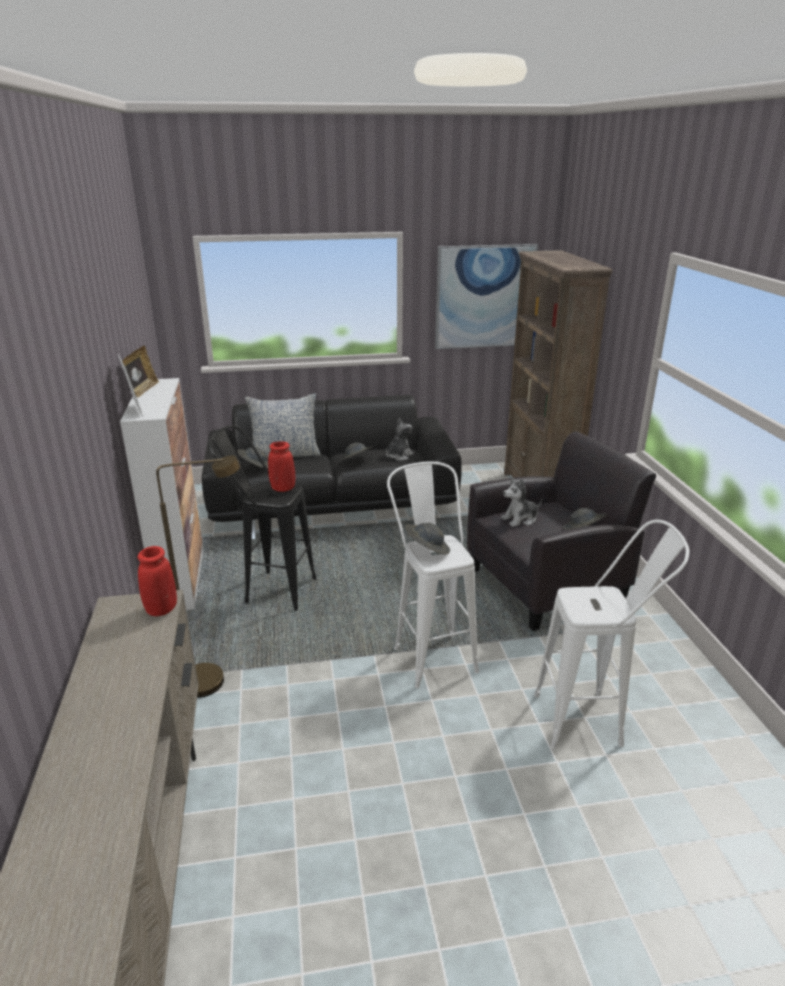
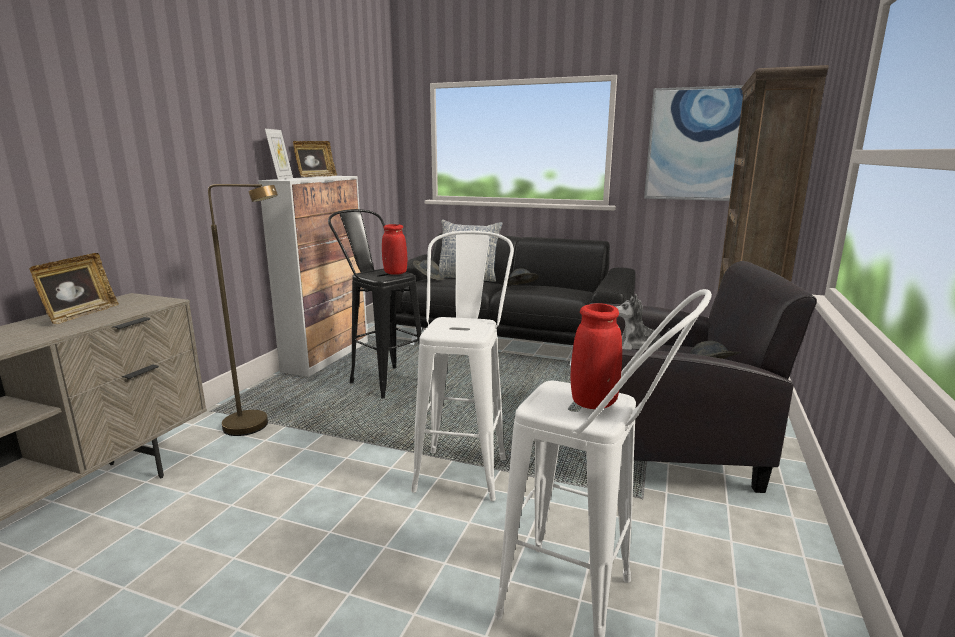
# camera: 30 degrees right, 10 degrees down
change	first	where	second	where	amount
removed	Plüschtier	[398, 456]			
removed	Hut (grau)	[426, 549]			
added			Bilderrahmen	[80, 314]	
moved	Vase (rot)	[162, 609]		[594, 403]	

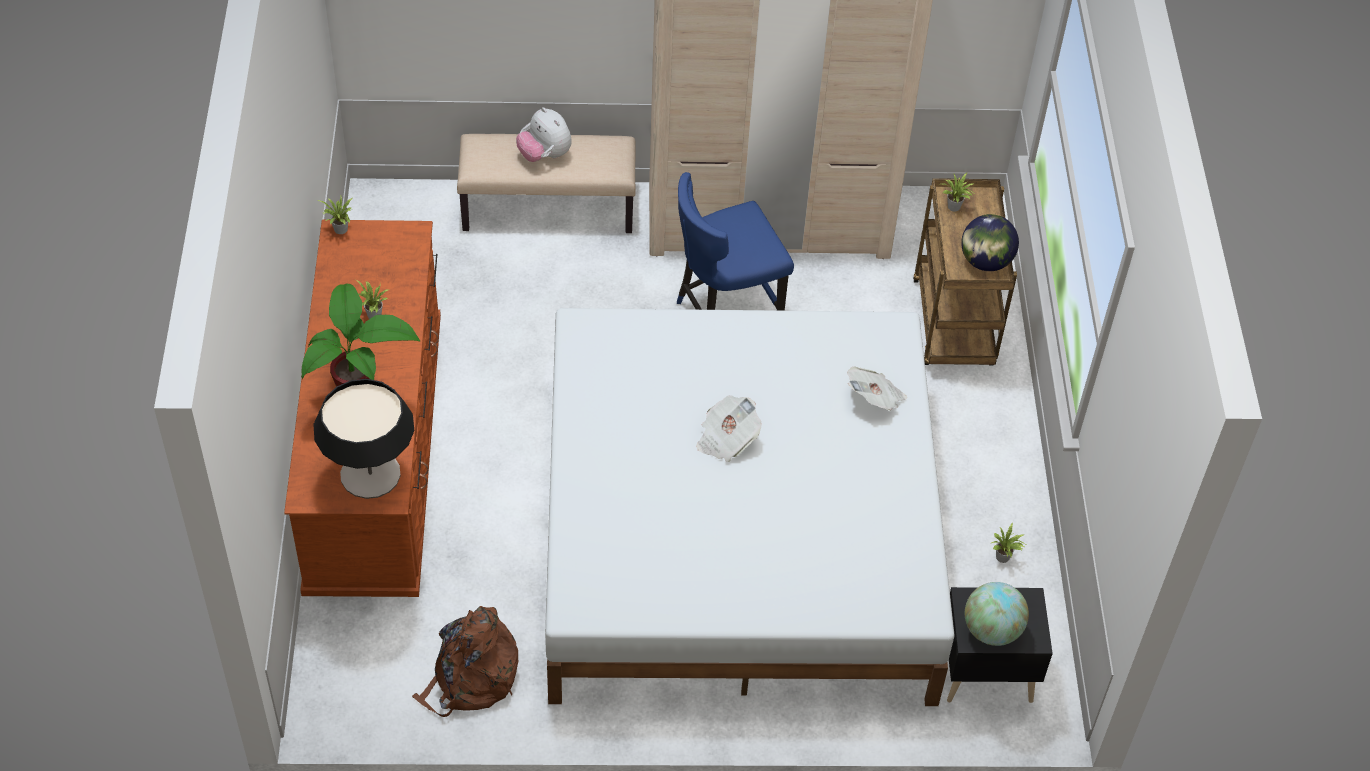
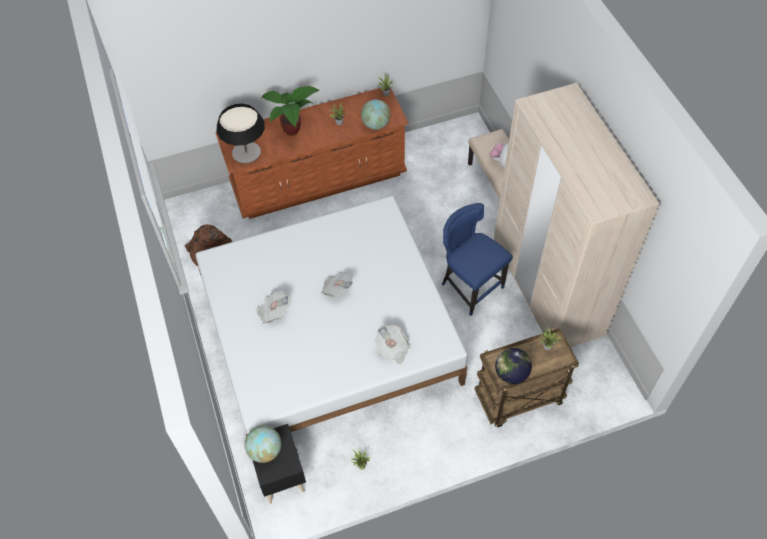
# camera: 75 degrees right, 5 degrees up
change	first	where	second	where	amount
added			Zeitung	[273, 312]	
added			Globus	[376, 124]	

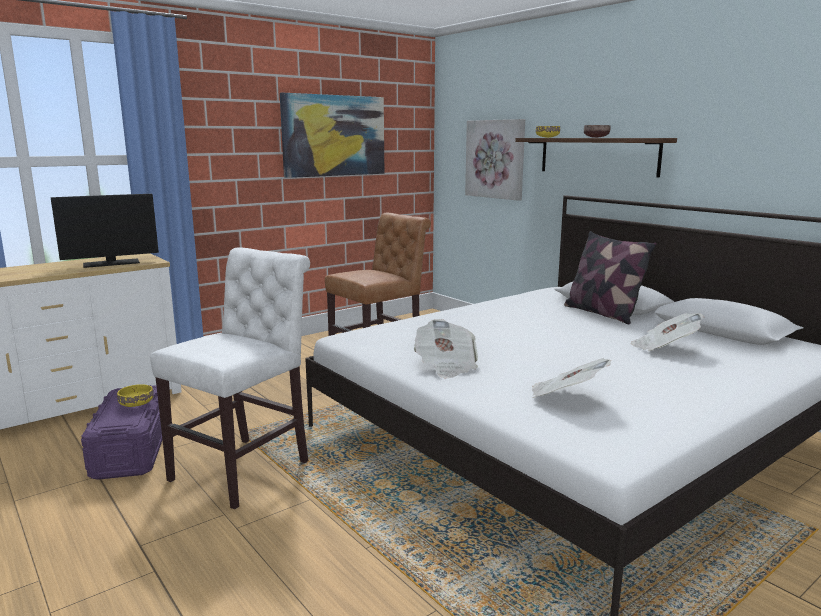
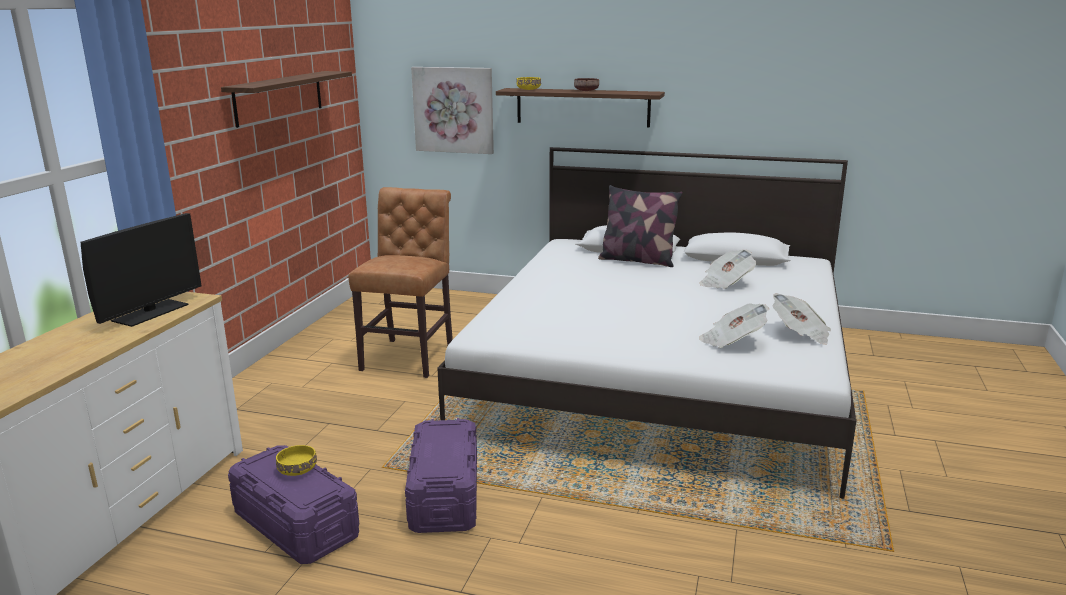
# camera: 35 degrees left, 5 degrees up
change	first	where	second	where	amount
moved	Zeitung	[446, 366]		[800, 334]	
replaced	Stuhl (weiß)	[246, 468]	Aufbewahrungsbox (lila)	[445, 495]	
replaced	Bild	[334, 135]	Wandregal	[279, 97]	

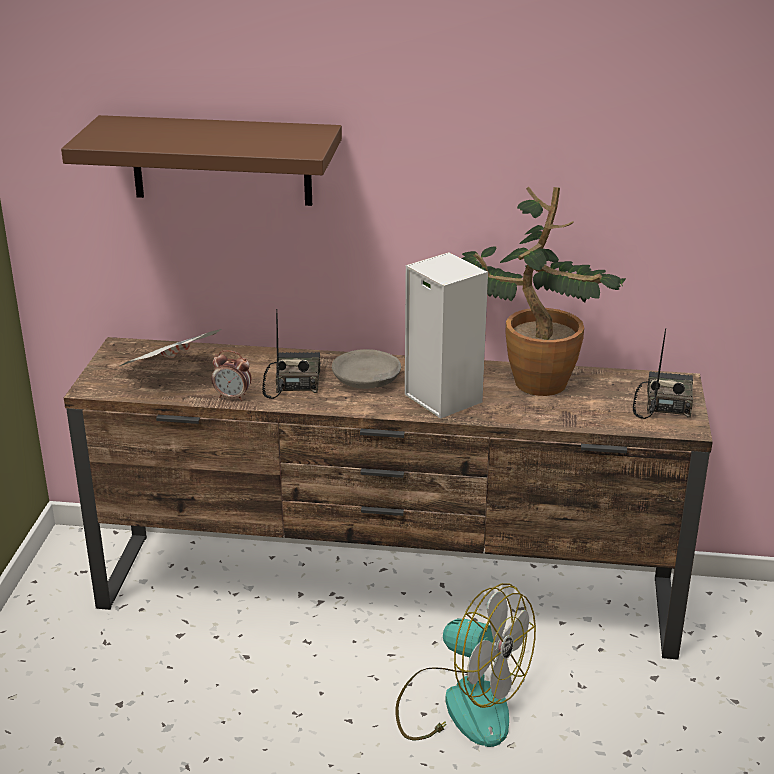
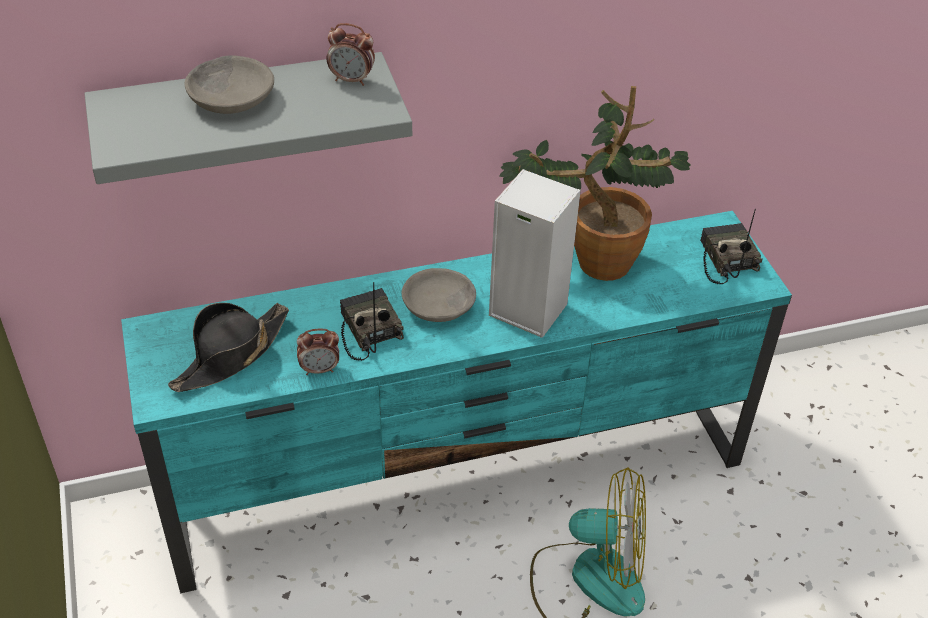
# camera: 25 degrees left, 15 degrees up
change	first	where	second	where	amount
added			Schüssel (grau)	[231, 97]	
added			Wecker	[352, 80]	
replaced	Zeitung	[171, 374]	Hut (schwarz)	[231, 355]	
recoloured	Wandregal (braun)	[221, 160]	Wandregal (grau)	[242, 113]	
recoloured	Fernsehschrank (braun)	[389, 595]	Fernsehschrank (türkis)	[460, 478]	

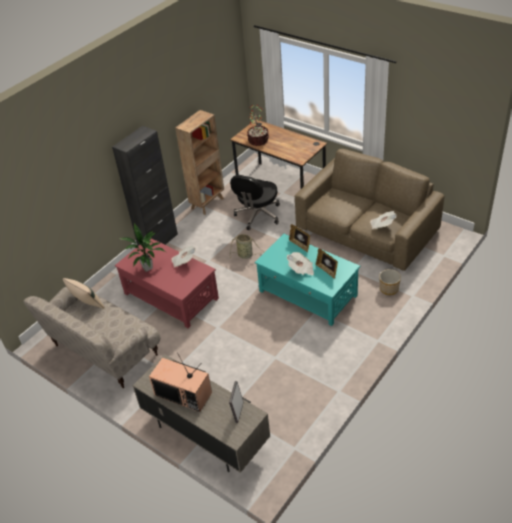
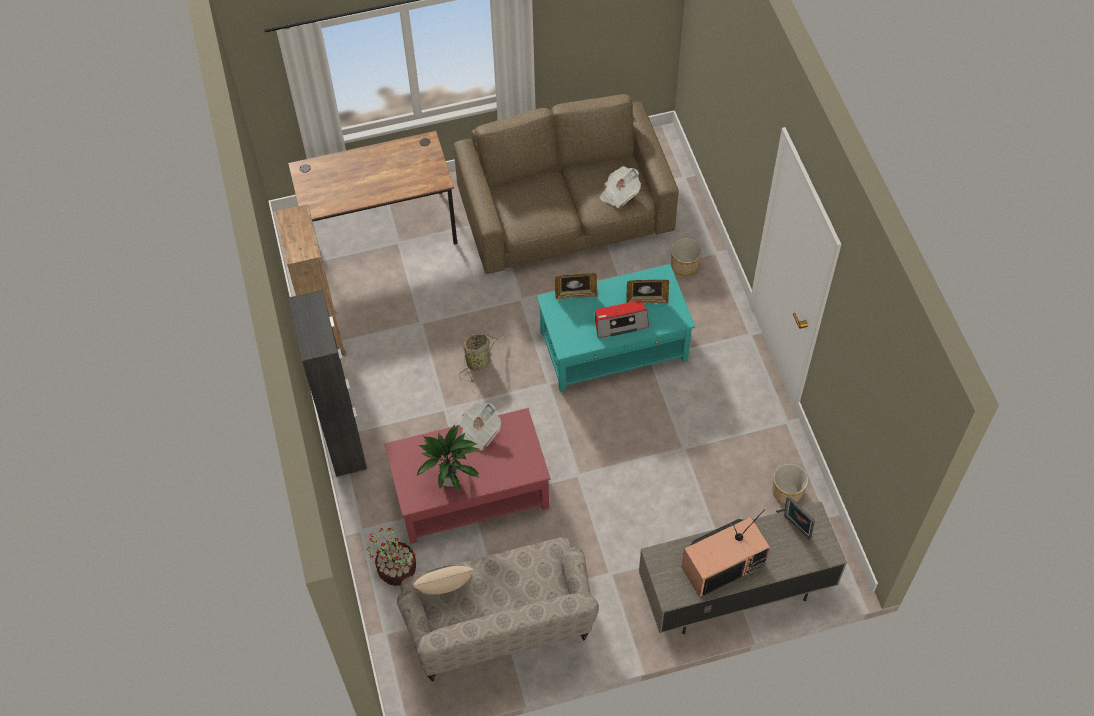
# camera: 55 degrees left, 15 degrees up
change	first	where	second	where	amount
removed	Bürostuhl (schwarz)	[257, 215]			
added			Pflanzkübel	[786, 492]	
moved	Topfpflanze	[258, 140]		[395, 568]	
replaced	Zeitung	[301, 269]	Radio	[620, 323]	

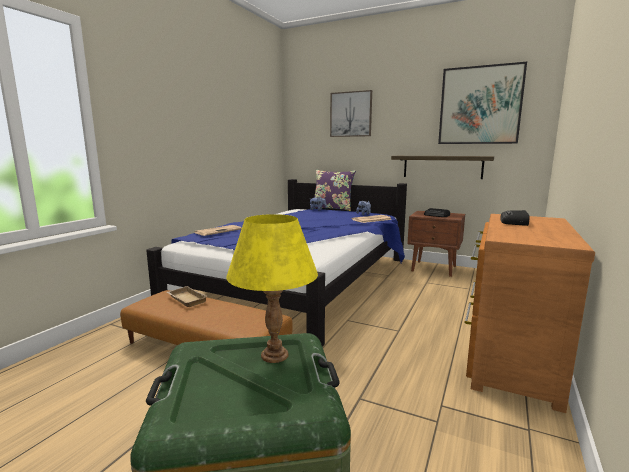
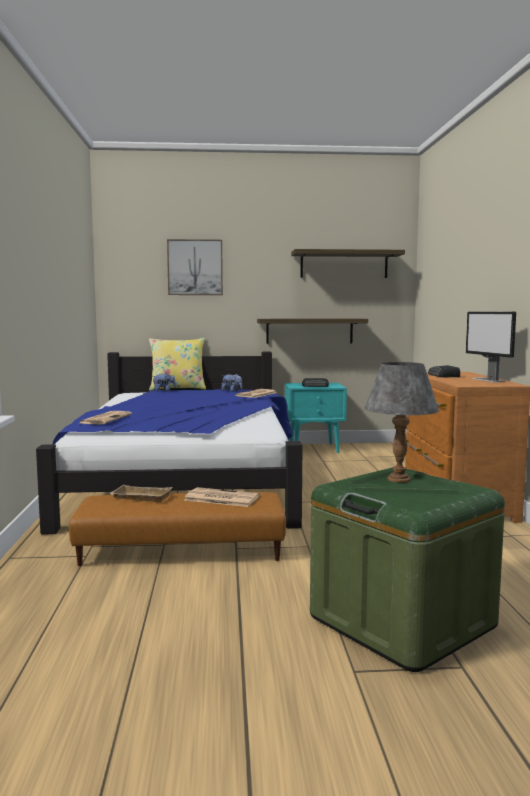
# camera: 30 degrees left, 5 degrees down
change	first	where	second	where	amount
added			Zeitung	[220, 498]	
added			Monitor	[488, 380]	
replaced	Bild	[480, 105]	Wandregal	[344, 265]	
recoloured	Tischlampe (gelb)	[274, 355]	Tischlampe (grau)	[398, 479]	
recoloured	Kissen (lila)	[332, 208]	Kissen (gelb)	[177, 388]	
recoloured	Nachttisch (braun)	[434, 269]	Nachttisch (türkis)	[314, 448]	

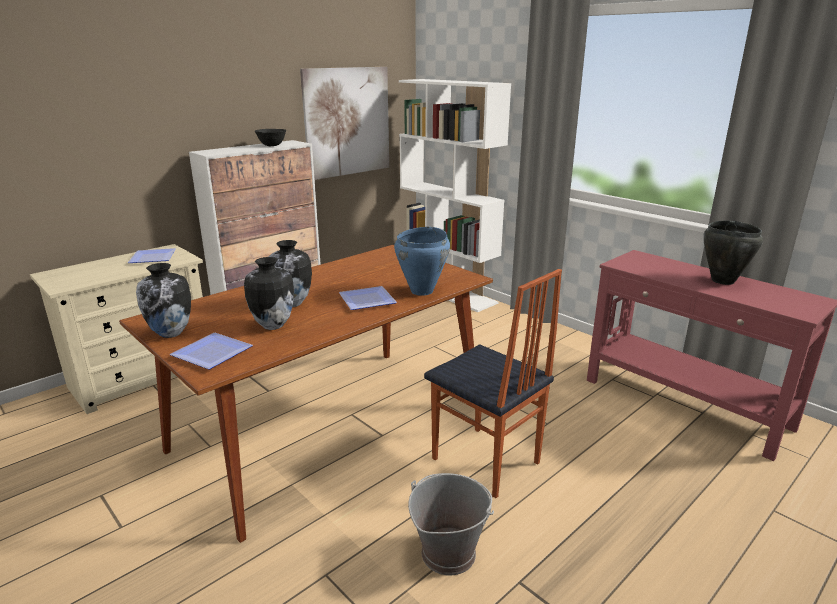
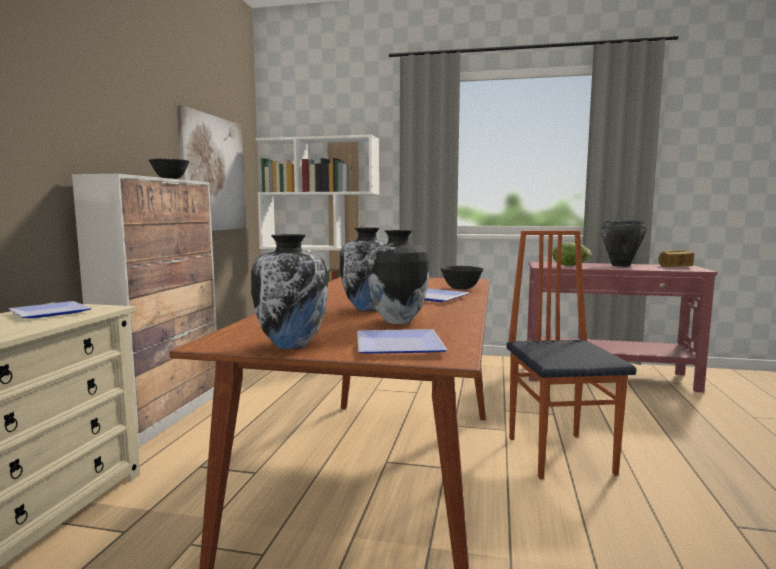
# camera: 35 degrees left, 15 degrees down
change	first	where	second	where	amount
removed	Eimer (grau)	[448, 552]			
added			Salatkopf	[570, 265]	
added			Brot	[675, 267]	
replaced	Kochtopf (blau)	[422, 291]	Schüssel (schwarz)	[461, 289]	
turned	Stuhl	[485, 462]		[561, 454]	105 degrees counterclockwise

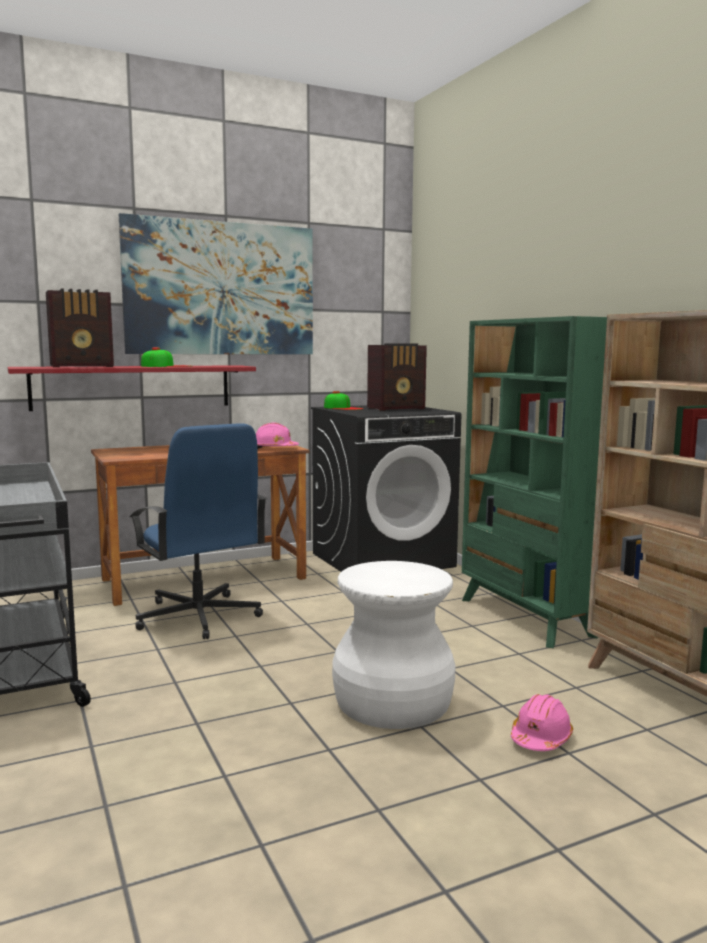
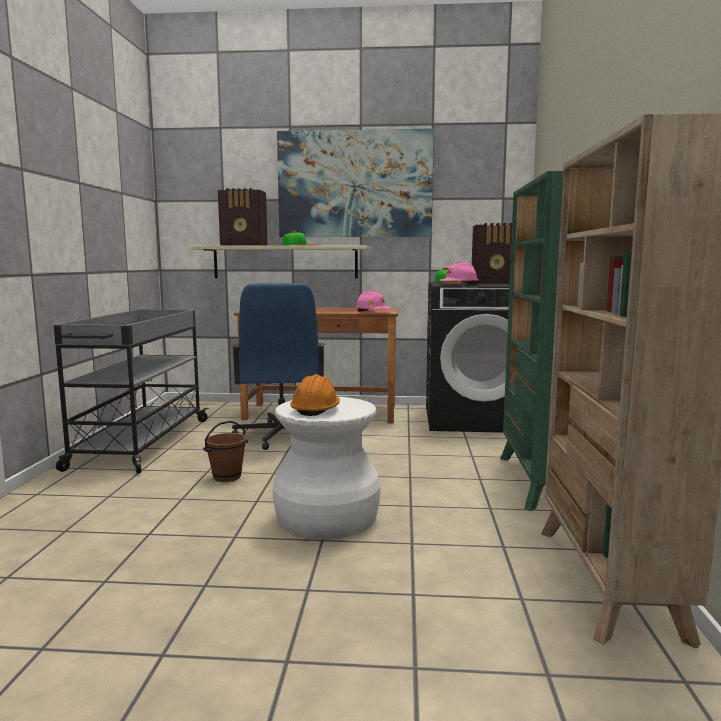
# camera: 30 degrees right, 0 degrees up
change	first	where	second	where	amount
added			Eimer (braun)	[227, 477]	
added			Schutzhelm (orange)	[316, 409]	
moved	Schutzhelm (rosa)	[541, 738]		[459, 285]	
recoloured	Wandregal (rot)	[132, 387]	Wandregal (beige)	[285, 262]	

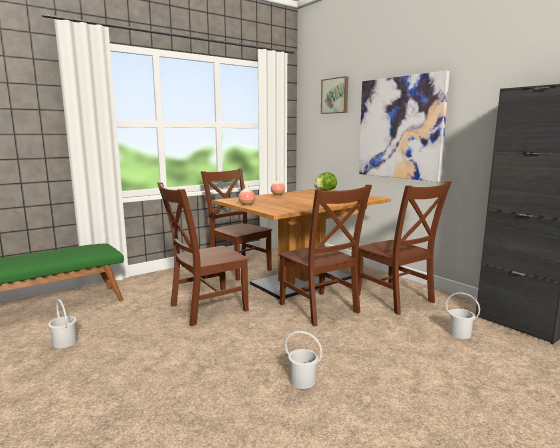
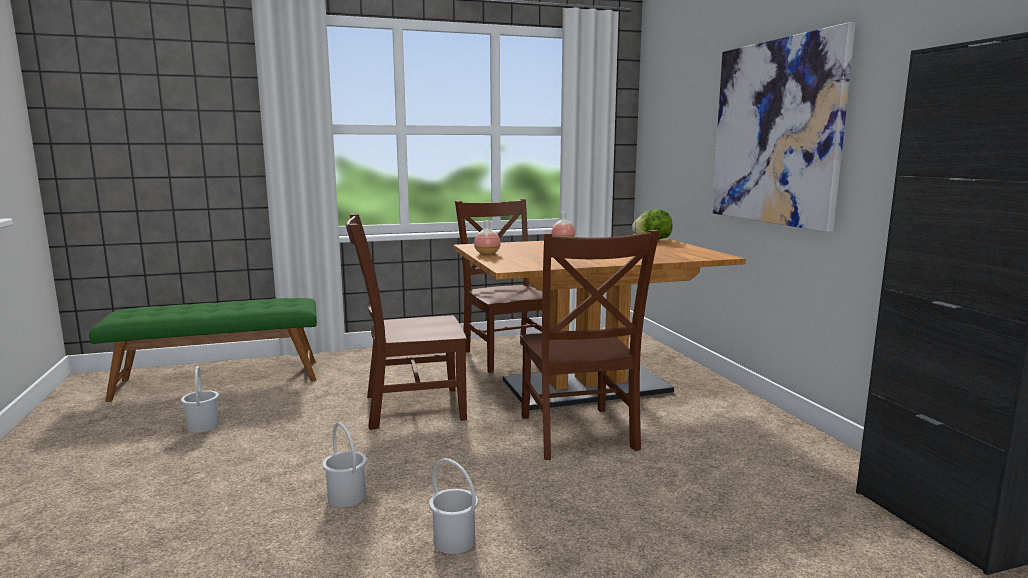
# camera: 20 degrees right, 0 degrees up
change	first	where	second	where	amount
removed	Bild	[335, 95]			
removed	Stuhl (braun)	[396, 299]			
moved	Eimer (weiß)	[459, 334]		[347, 496]	

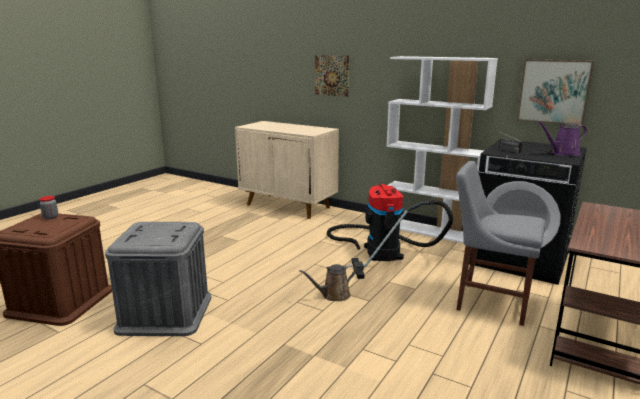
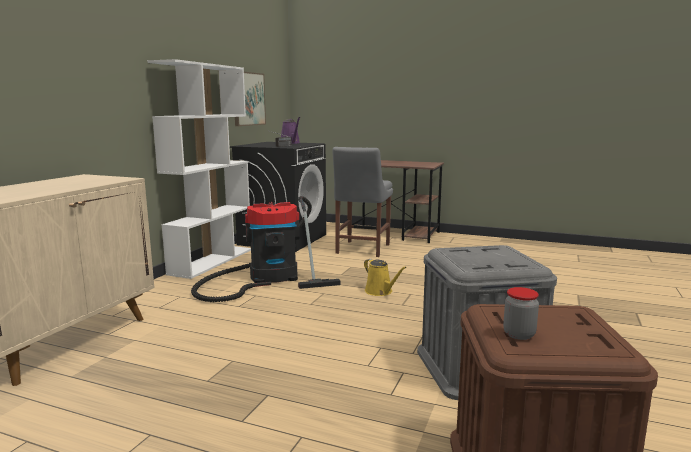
# camera: 100 degrees left, 5 degrees down
change	first	where	second	where	amount
removed	Bild	[331, 75]			
recoloured	Gießkanne (braun)	[333, 295]	Gießkanne (gelb)	[380, 292]	

